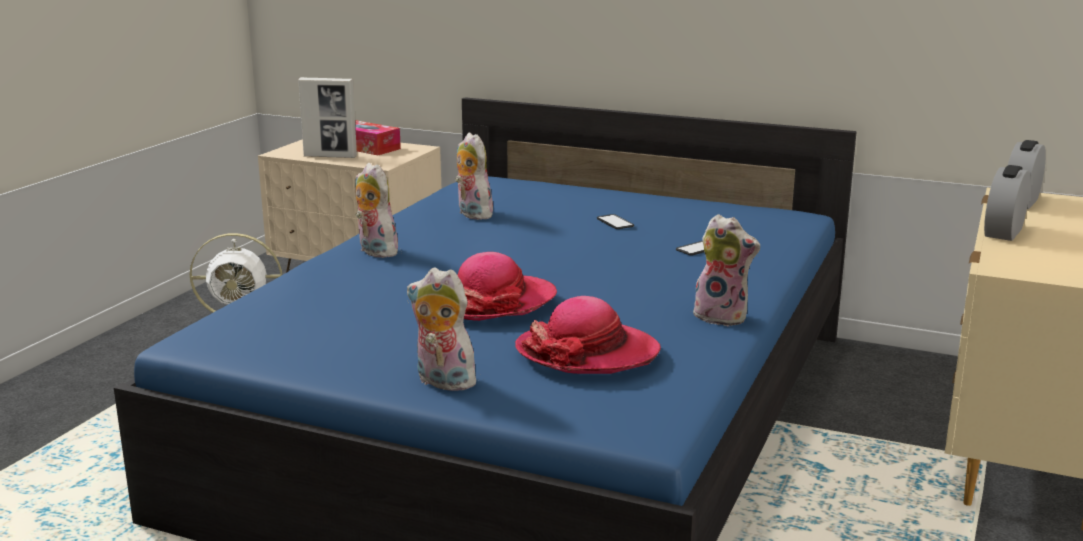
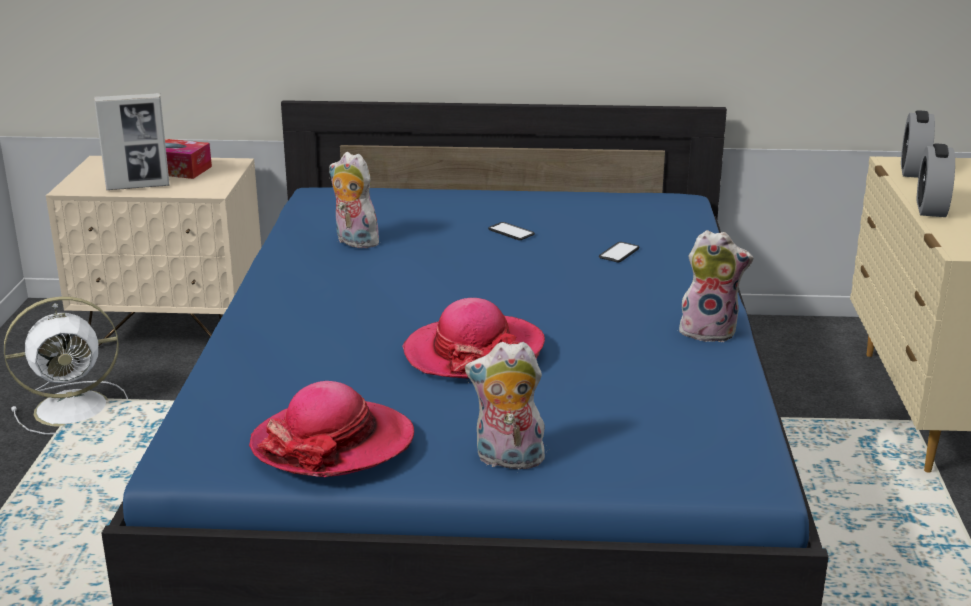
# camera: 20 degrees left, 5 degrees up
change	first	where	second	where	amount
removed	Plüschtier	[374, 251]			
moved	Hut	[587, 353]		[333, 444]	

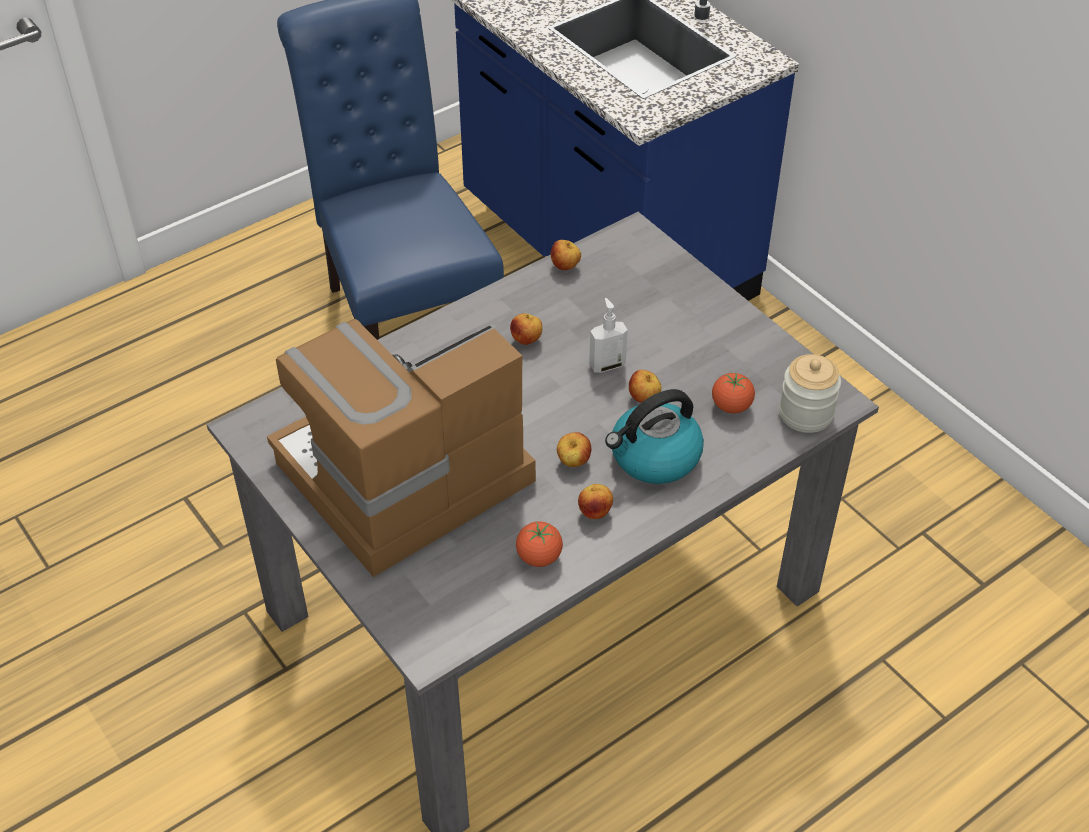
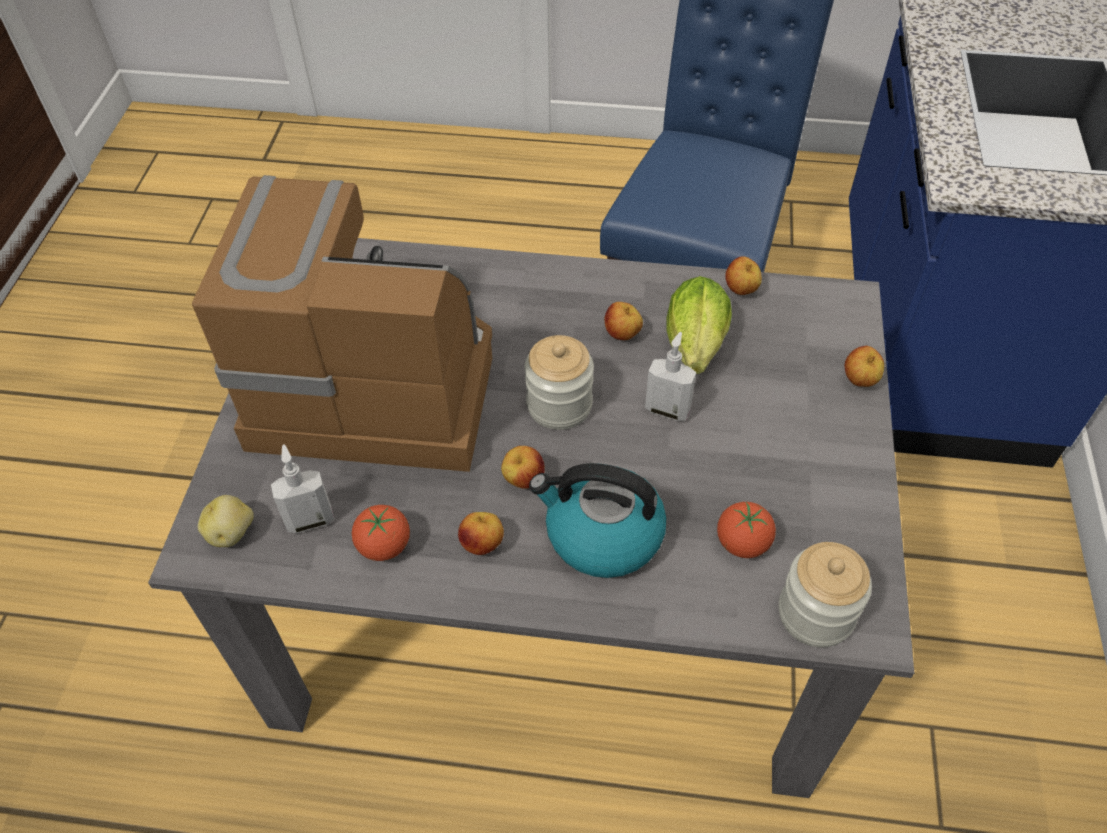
# camera: 45 degrees right, 5 degrees up
change	first	where	second	where	amount
added			Kartoffel	[232, 532]	
added			Seifenspender	[310, 520]	
added			Vorratsglas	[559, 405]	
added			Salatkopf	[695, 350]	
moved	Apfel	[644, 399]		[859, 381]	

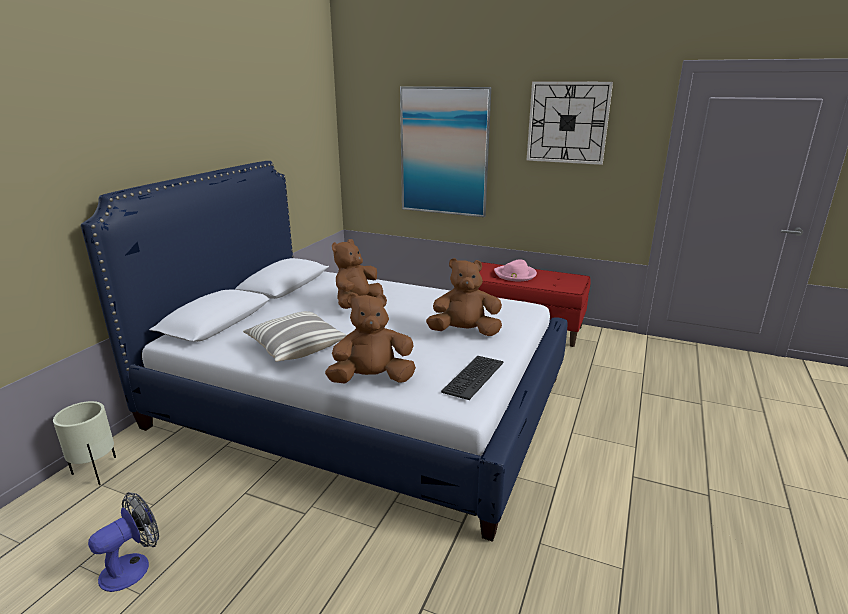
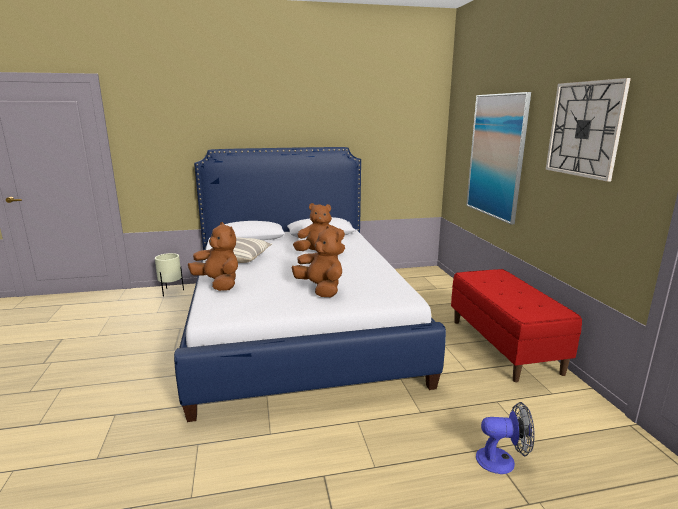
# camera: 55 degrees right, 5 degrees down
change	first	where	second	where	amount
removed	Tastatur	[473, 377]			
removed	Hut (rosa)	[515, 275]			
moved	Ventilator	[133, 566]		[502, 460]	

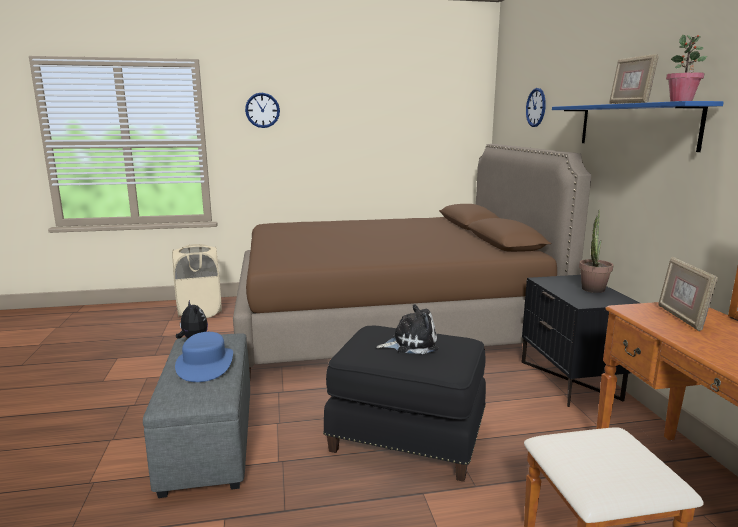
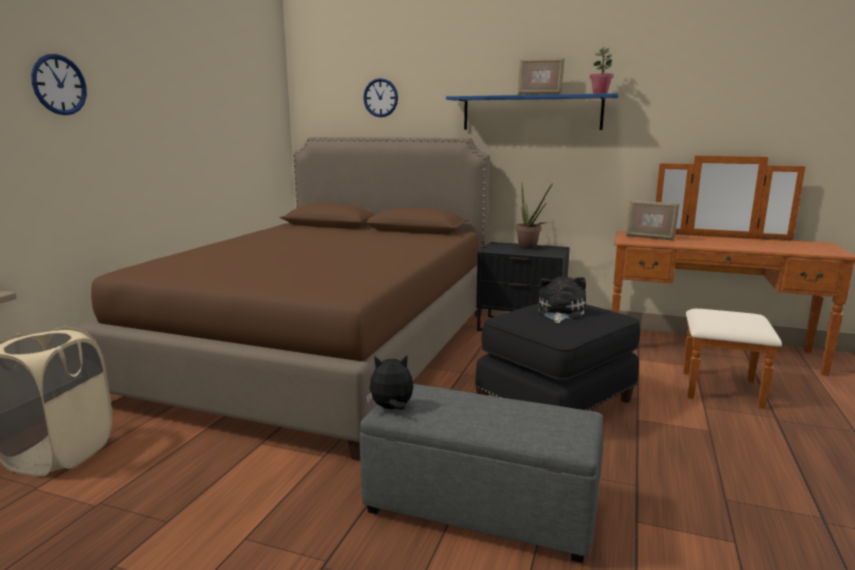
# camera: 60 degrees left, 0 degrees up
change	first	where	second	where	amount
removed	Hut (blau)	[205, 364]			

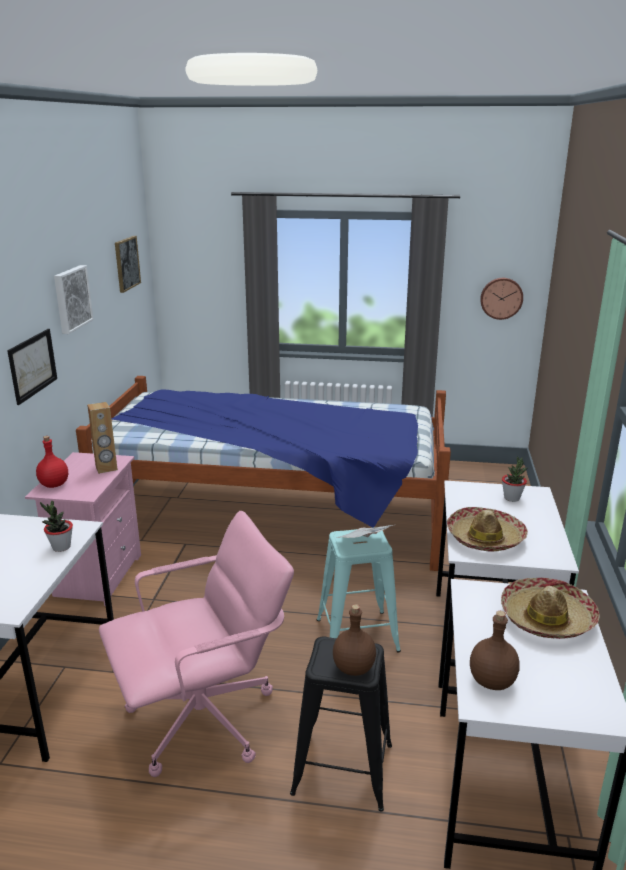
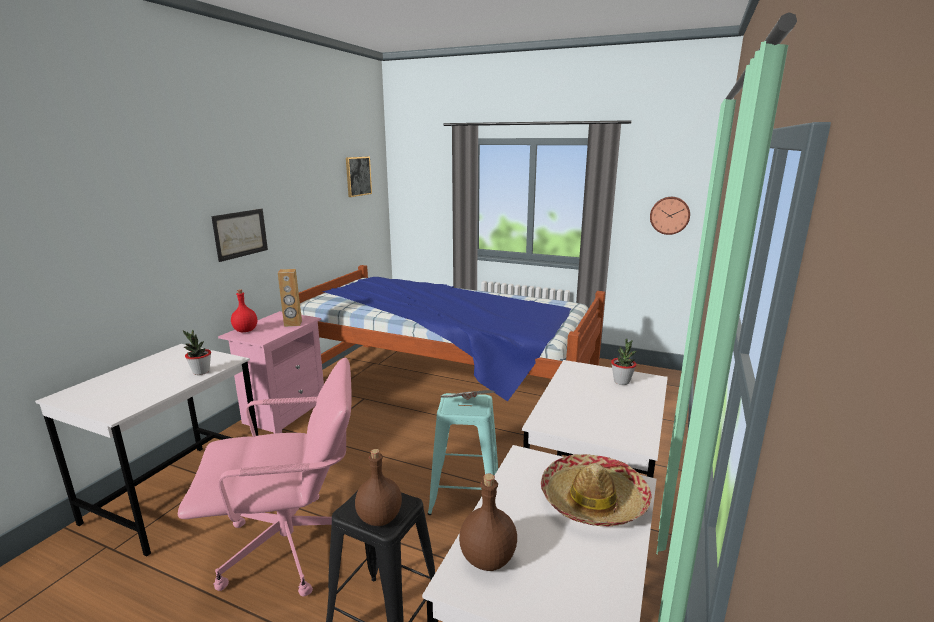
# camera: 15 degrees right, 5 degrees down
change	first	where	second	where	amount
removed	Bild	[71, 298]			
removed	Hut	[485, 538]			

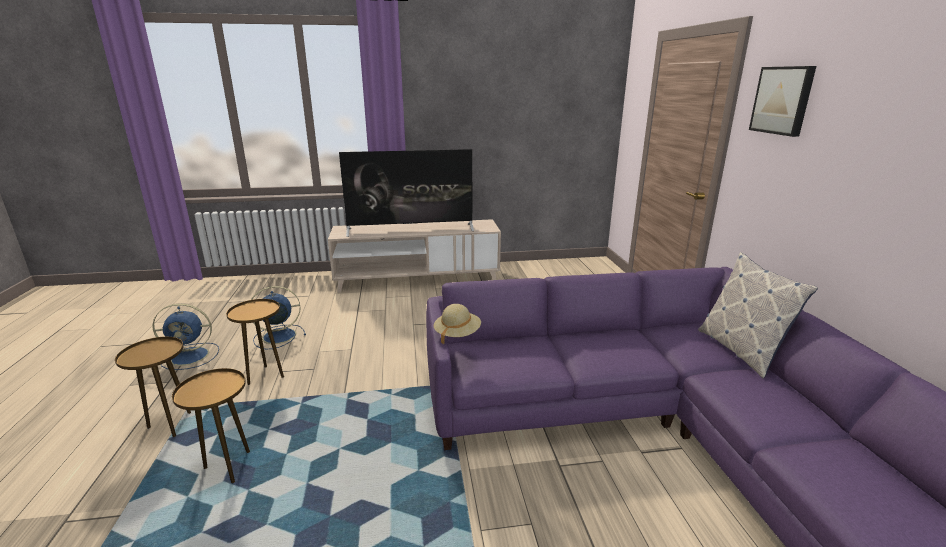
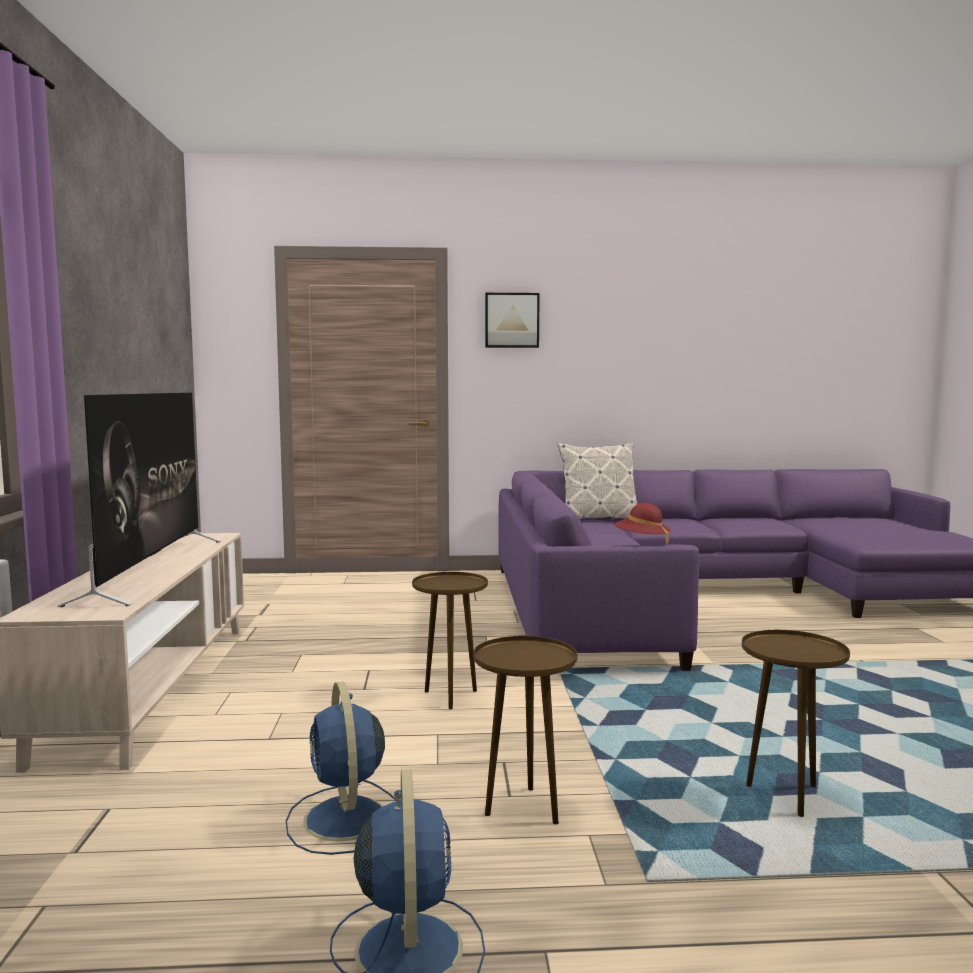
# camera: 85 degrees left, 15 degrees down
change	first	where	second	where	amount
moved	Beistelltisch (braun)	[171, 425]		[450, 696]	
recoloured	Hut (beige)	[457, 334]	Hut (rot)	[642, 541]	

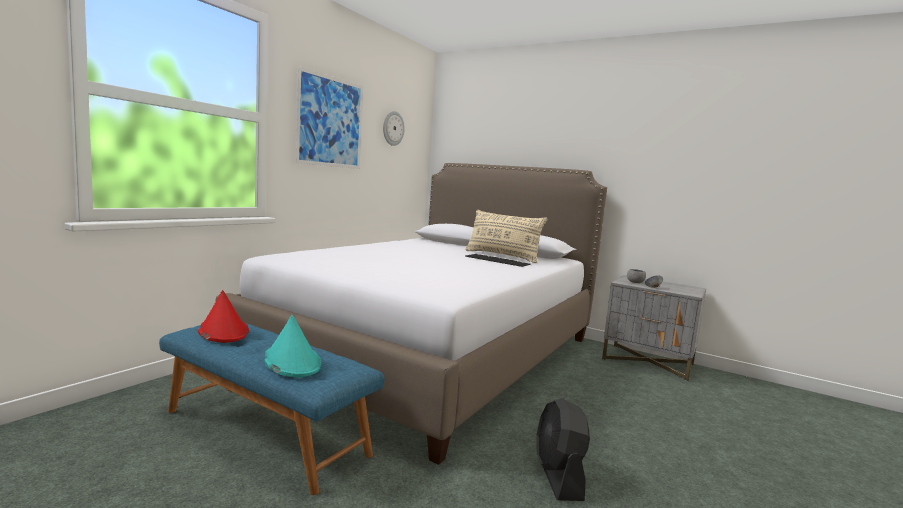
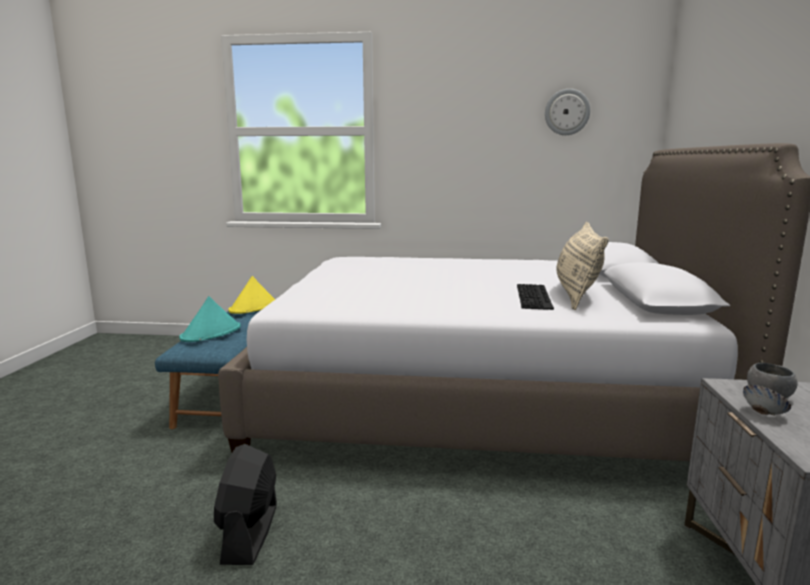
# camera: 65 degrees right, 5 degrees up
change	first	where	second	where	amount
removed	Bild	[330, 122]			
recoloured	Hut (rot)	[223, 331]	Hut (gelb)	[254, 307]	
turned	Ventilator (schwarz)	[558, 476]		[250, 533]	60 degrees counterclockwise

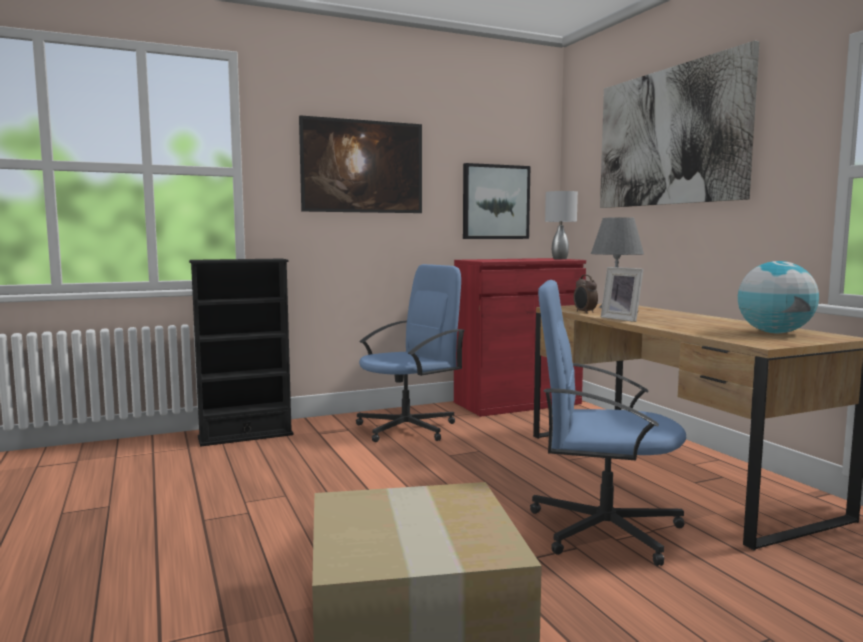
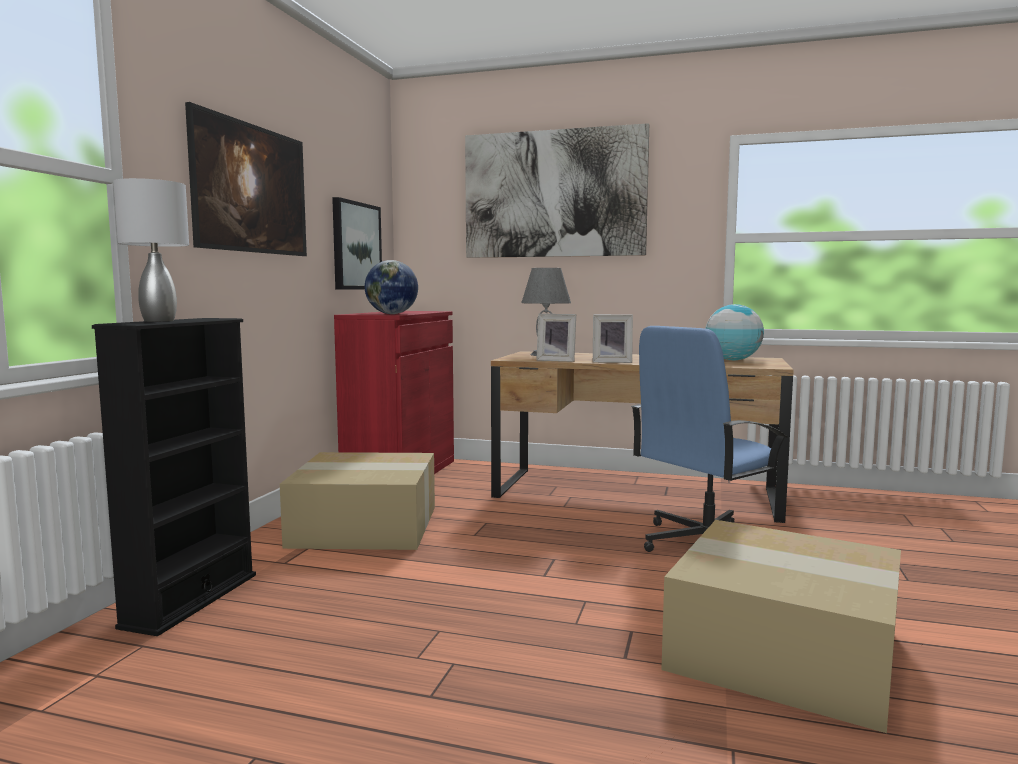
# camera: 50 degrees left, 0 degrees up
change	first	where	second	where	amount
added			Globus	[391, 314]	
moved	Tischlampe (grau)	[560, 259]		[160, 321]	
replaced	Bürostuhl (blau)	[408, 428]	Karton	[367, 525]	
replaced	Wecker	[584, 312]	Bilderrahmen	[556, 360]	

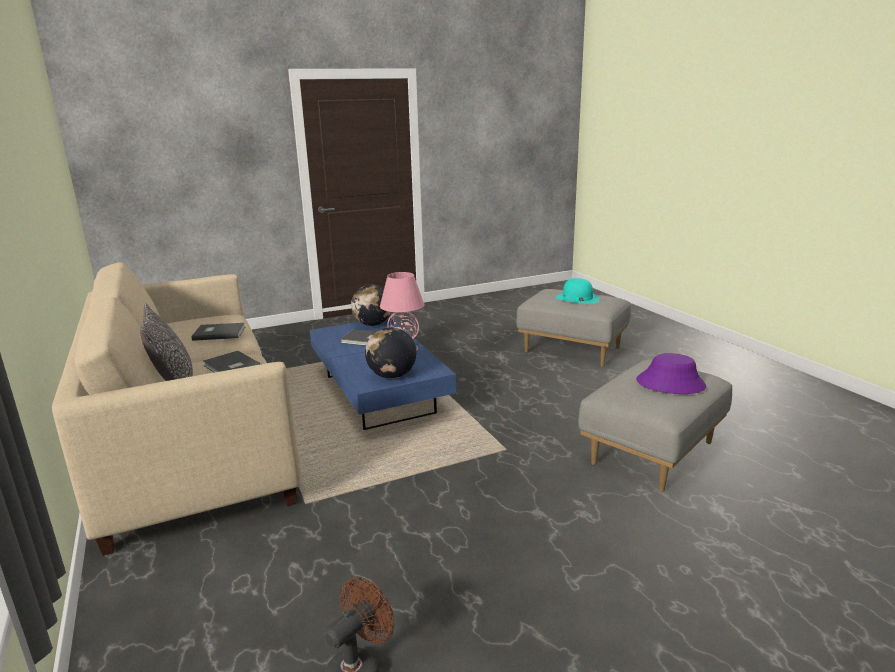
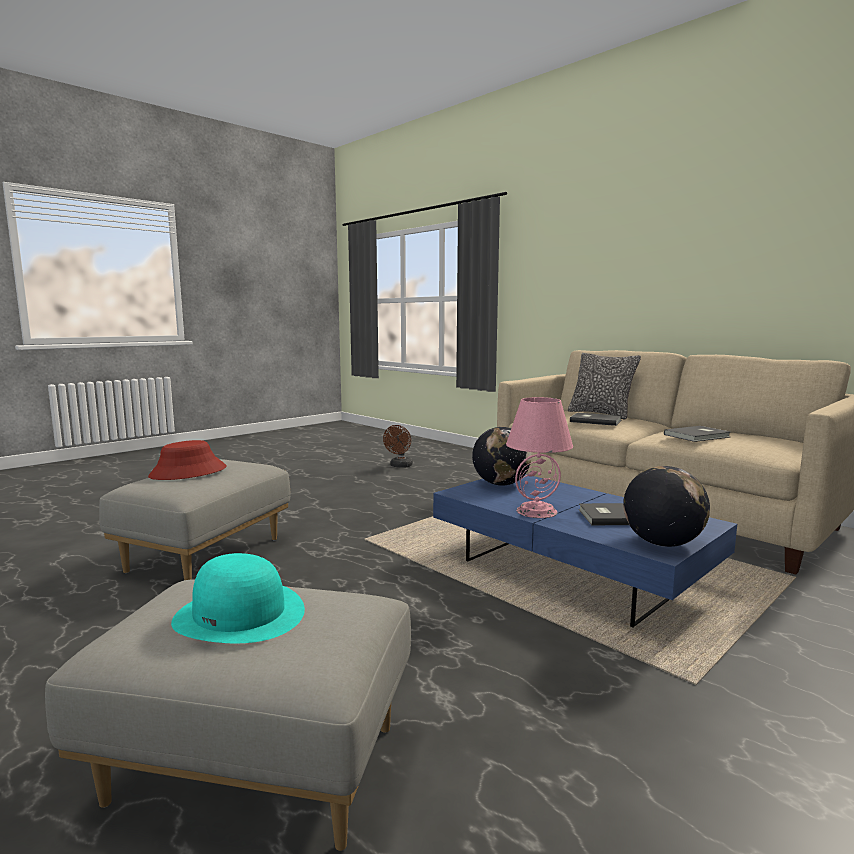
# camera: 160 degrees right, 10 degrees down
change	first	where	second	where	amount
recoloured	Hut (lila)	[670, 383]	Hut (rot)	[188, 472]	

